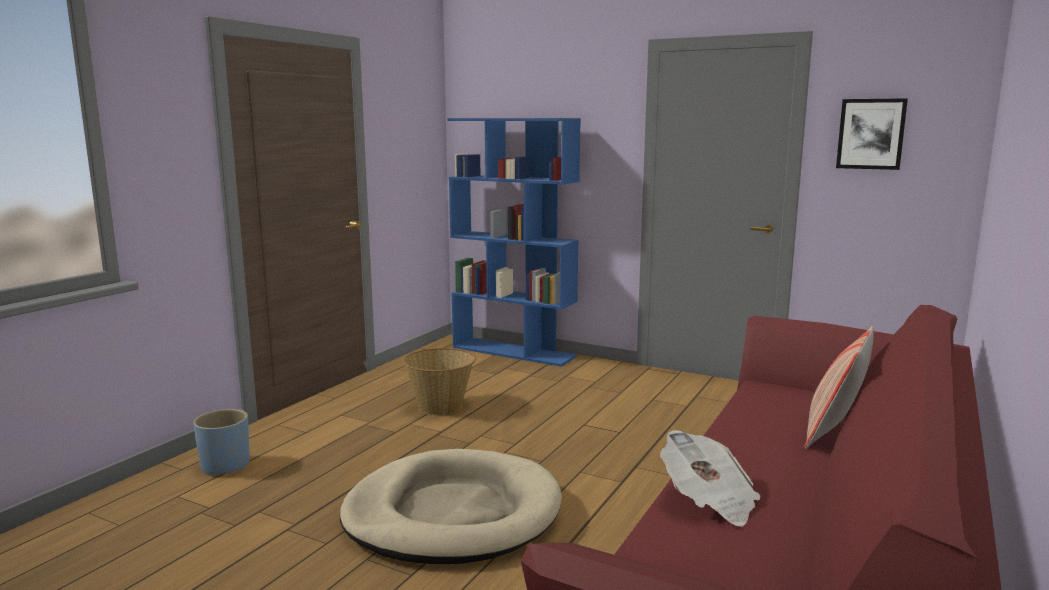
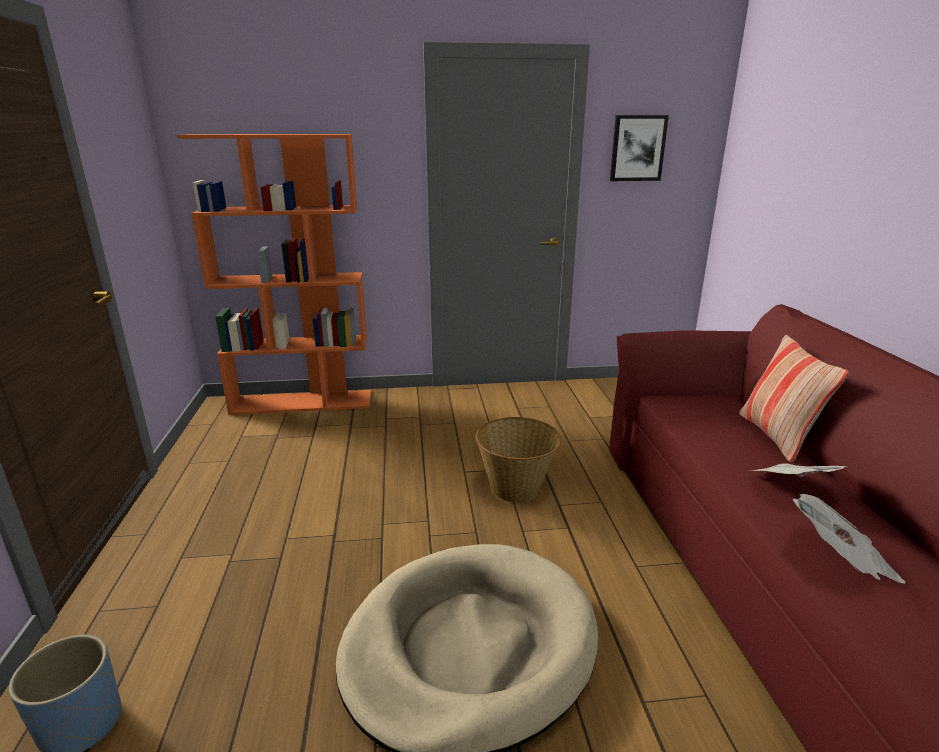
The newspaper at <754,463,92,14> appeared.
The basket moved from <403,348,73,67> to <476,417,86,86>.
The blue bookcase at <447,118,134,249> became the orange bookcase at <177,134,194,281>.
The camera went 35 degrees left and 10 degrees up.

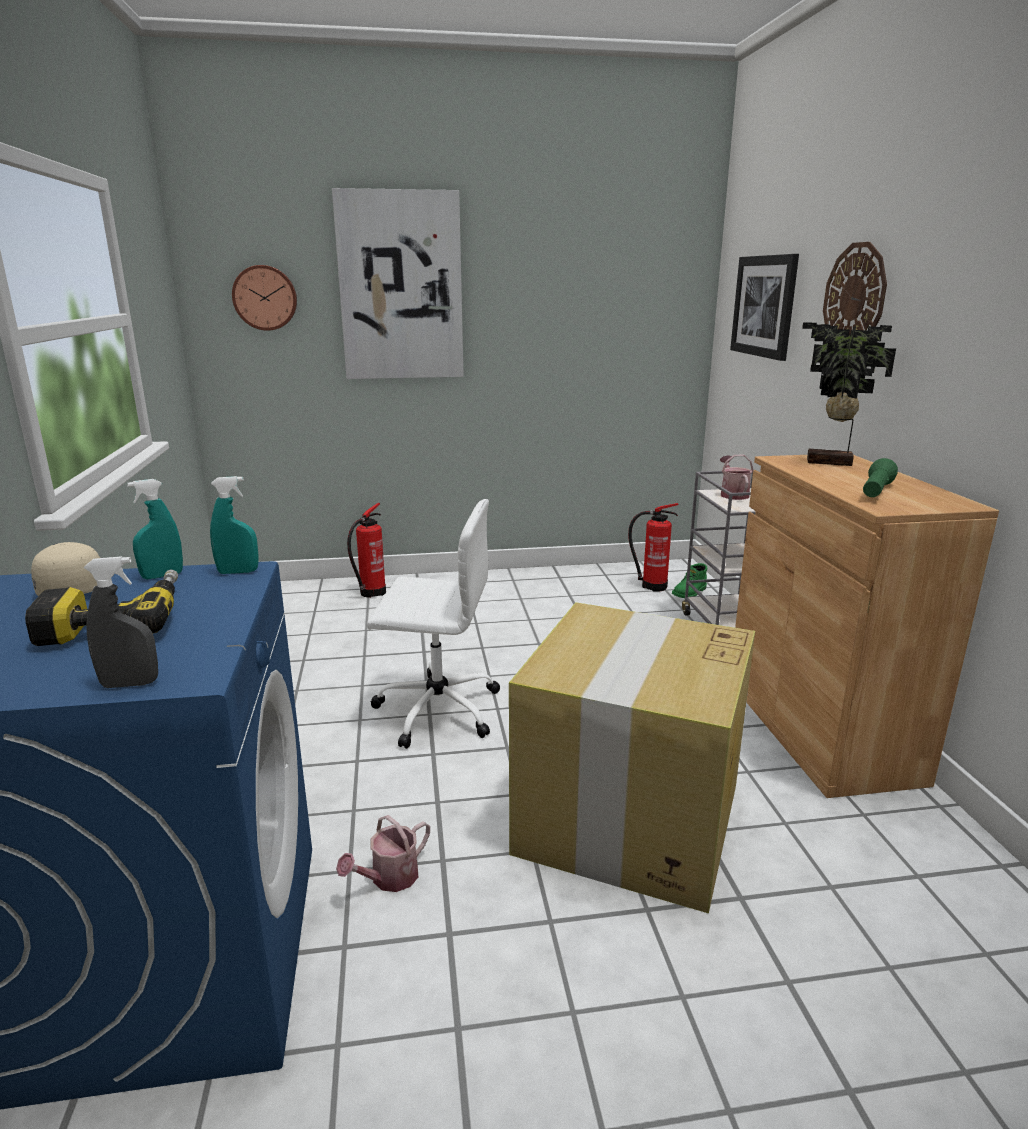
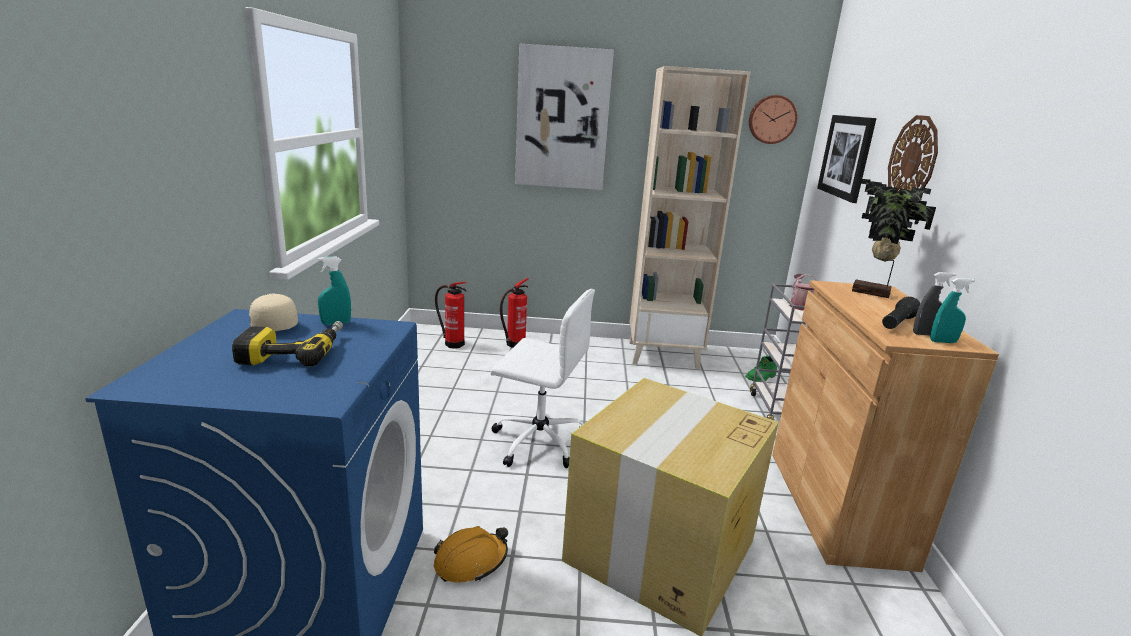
The beige bookcase at <629,66,121,303> appeared.
The grey spray bottle moved from <84,556,74,132> to <913,272,43,63>.
The turquoise spray bottle moved from <210,476,49,98> to <930,278,45,65>.
The wall clock moved from <232,265,65,66> to <749,95,48,49>.
The fire extinguisher moved from <628,503,51,88> to <435,282,32,67>.
The watering can at <336,815,94,77> was replaced by the orange hard hat at <434,526,74,57>.
The green flashlight at <863,458,35,39> became the black flashlight at <882,297,38,32>.
The camera went 10 degrees right and 0 degrees up.

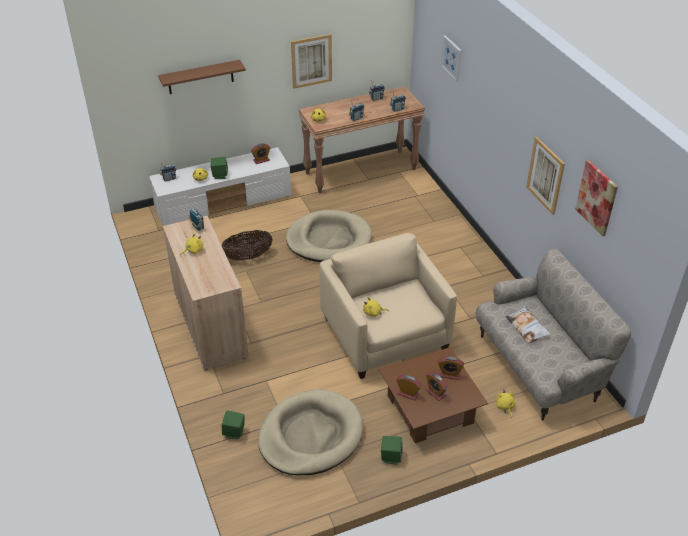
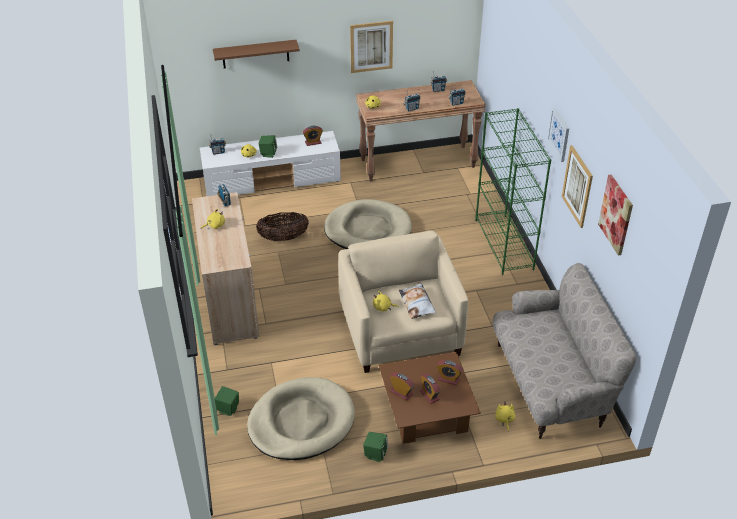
The green bookcase at <475,108,76,167> appeared.
The picture moved from <441,35,21,47> to <547,107,22,55>.
The pillow moved from <505,307,45,37> to <399,283,37,36>.
The camera went 10 degrees right and 0 degrees up.

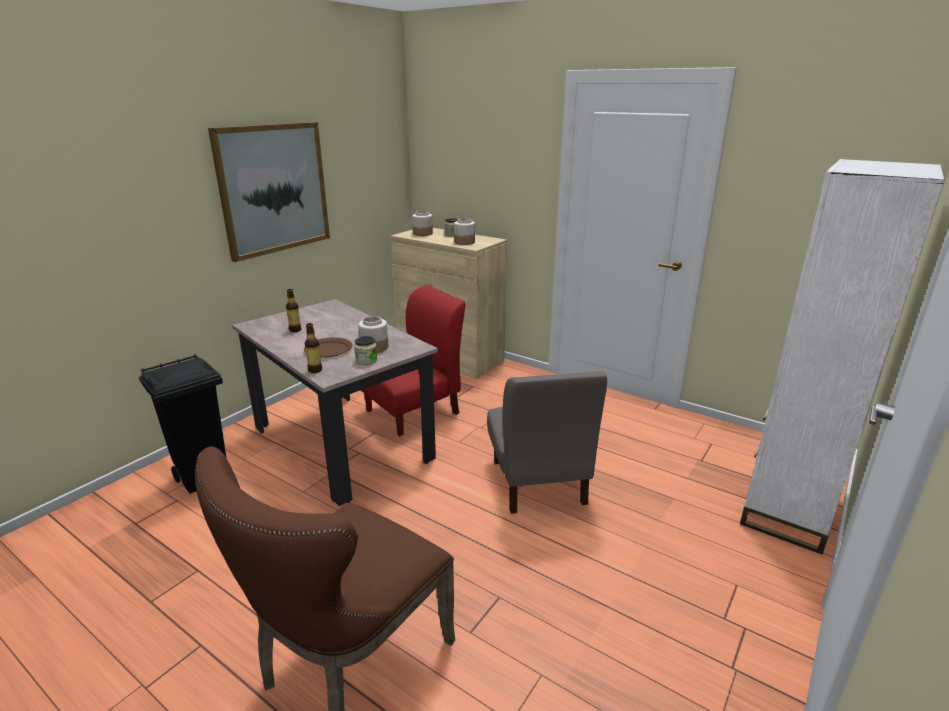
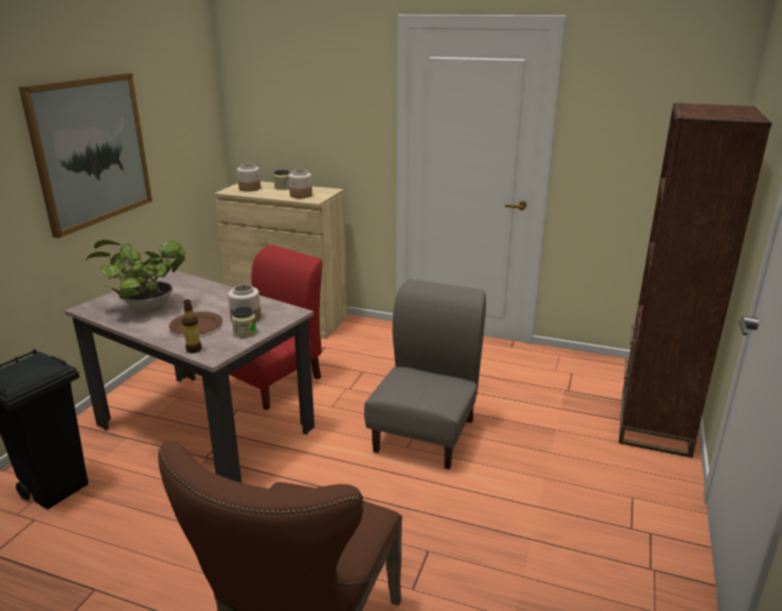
The bottle at <286,289,15,43> was replaced by the potted plant at <86,240,99,73>.
The white bookcase at <740,159,205,395> became the brown bookcase at <619,103,153,355>.
The grey chair at <487,371,120,143> turned 135 degrees counterclockwise.
The camera went 15 degrees left and 0 degrees up.

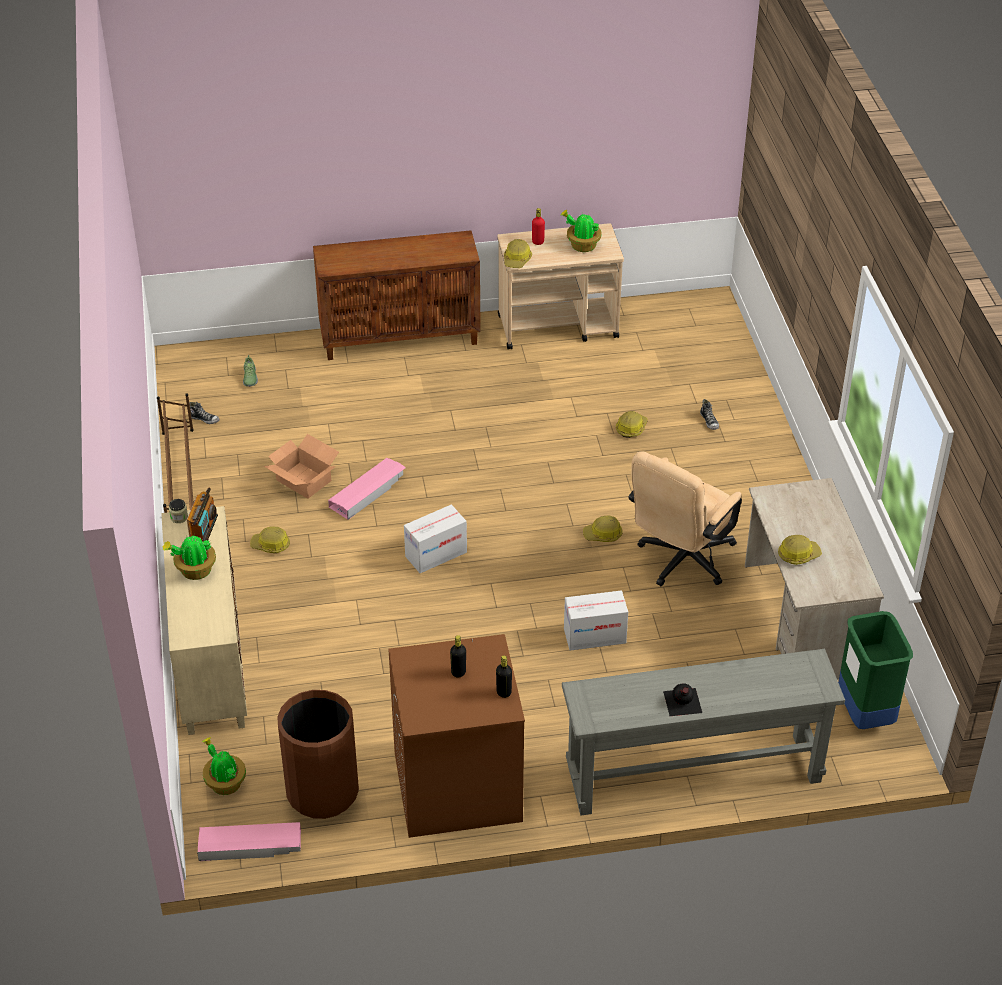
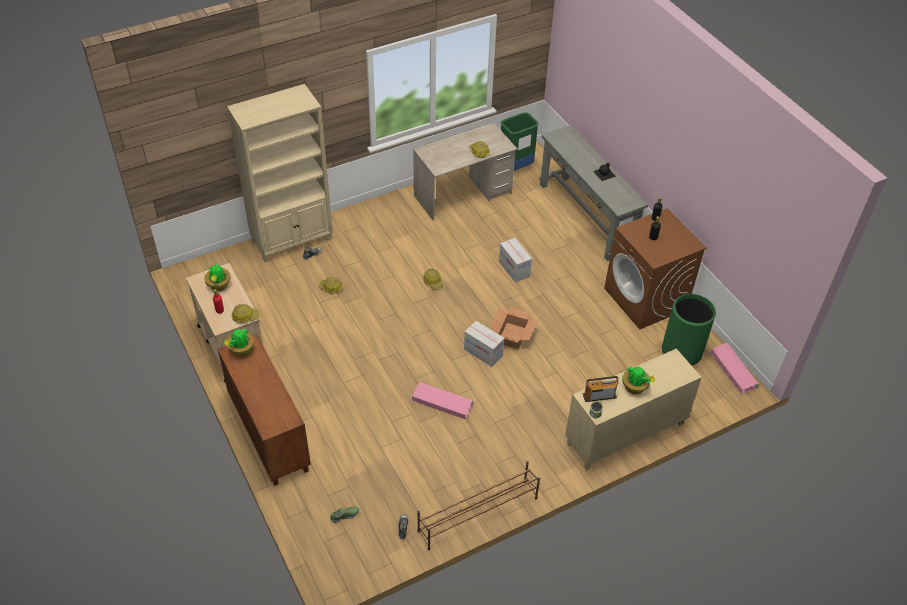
The hard hat at <250,527,40,26> disappeared.
The beige office chair at <628,451,114,135> disappeared.
The beige bookcase at <227,84,106,178> appeared.
The potted plant moved from <202,737,44,58> to <224,328,30,29>.
The cardboard box moved from <264,434,75,65> to <490,307,48,42>.
The brown trash can at <277,690,82,129> became the green trash can at <662,294,54,72>.
The camera went 110 degrees left and 5 degrees up.

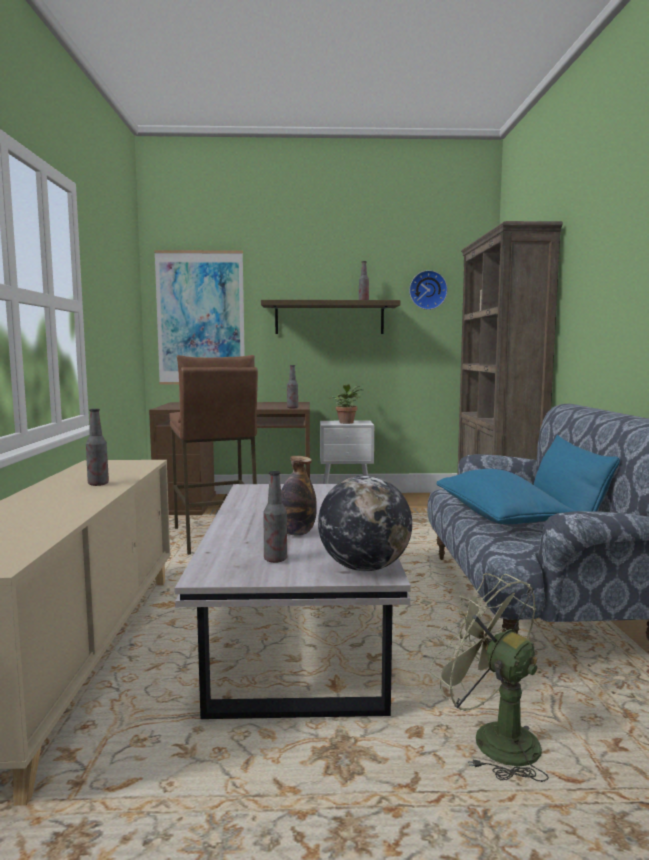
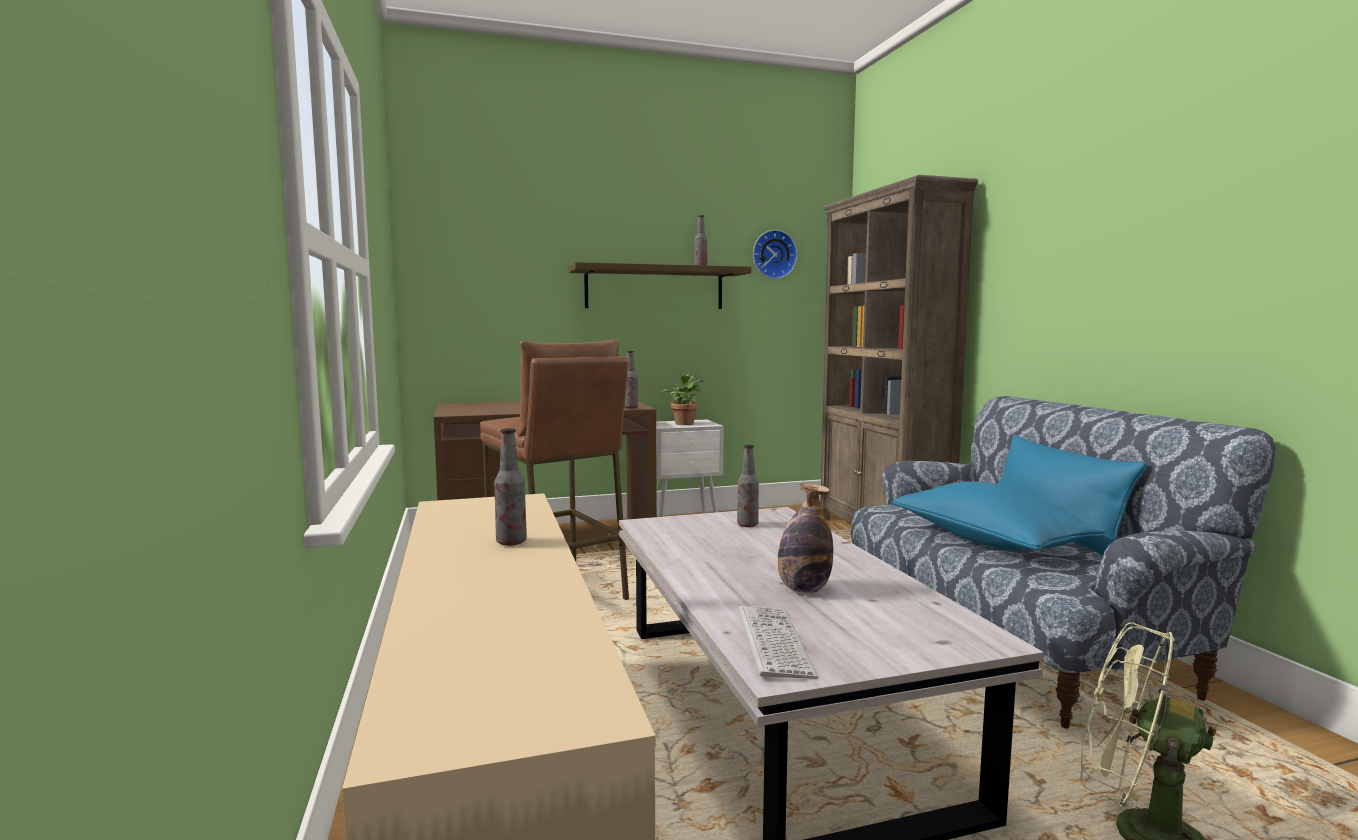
The picture at <154,250,91,135> disappeared.
The globe at <318,475,94,96> disappeared.
The keyboard at <738,605,80,74> appeared.
The bottle moved from <263,471,24,92> to <737,444,22,83>.
The camera went 15 degrees left and 0 degrees up.

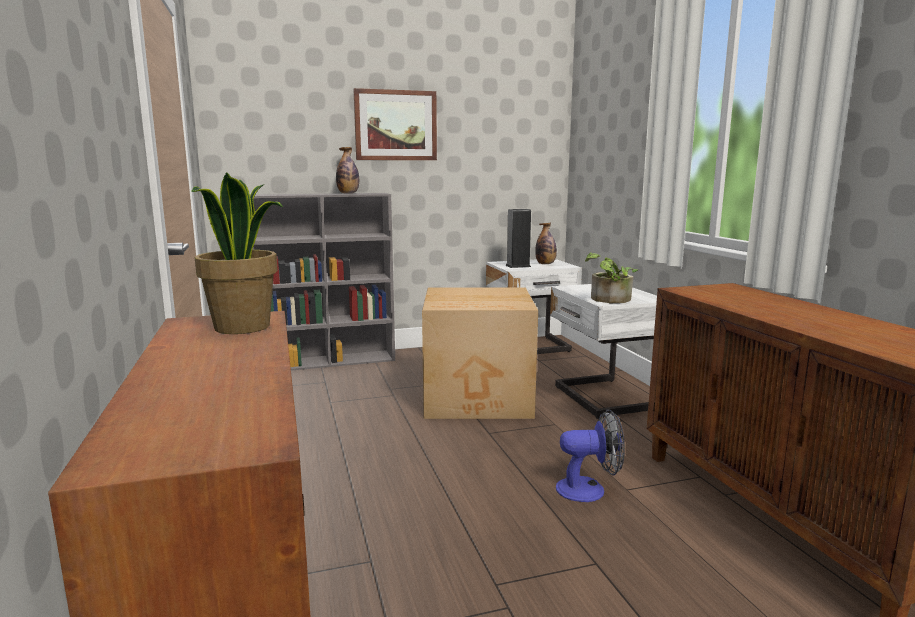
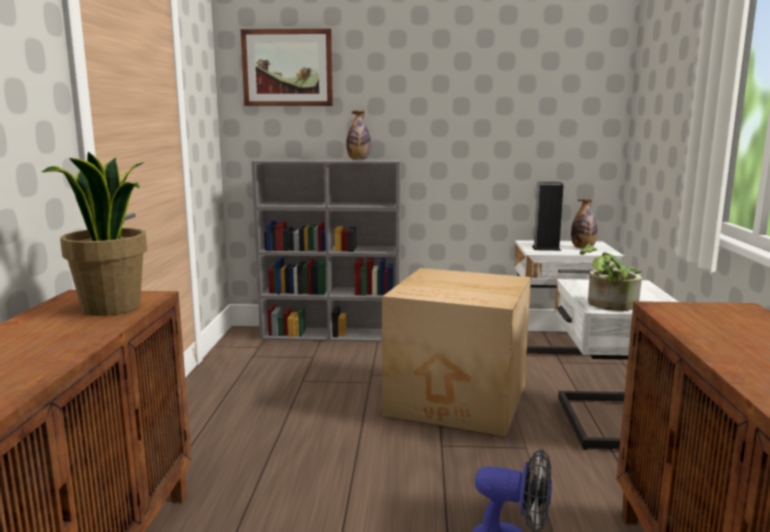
The picture moved from <353,88,84,72> to <240,29,93,77>.
The camera went 20 degrees right and 0 degrees up.

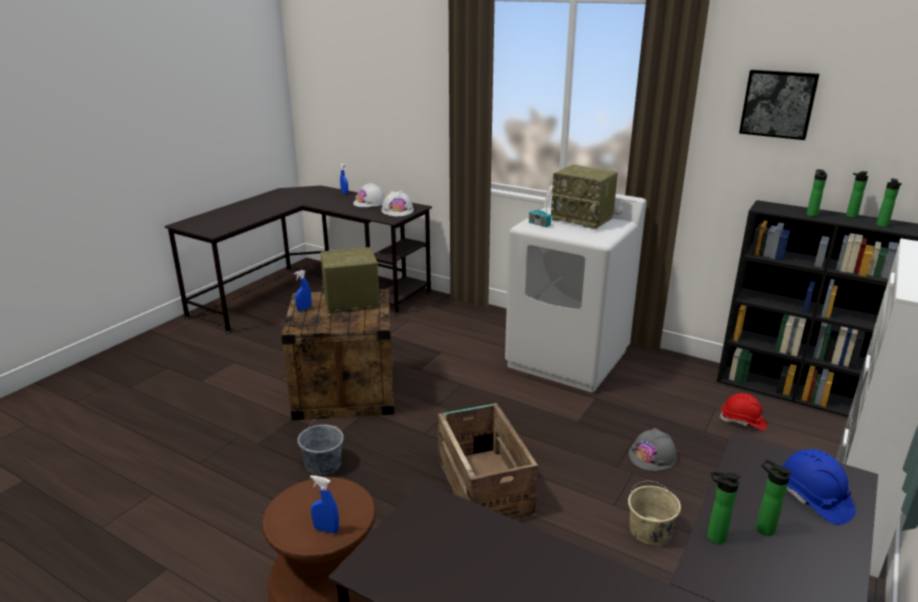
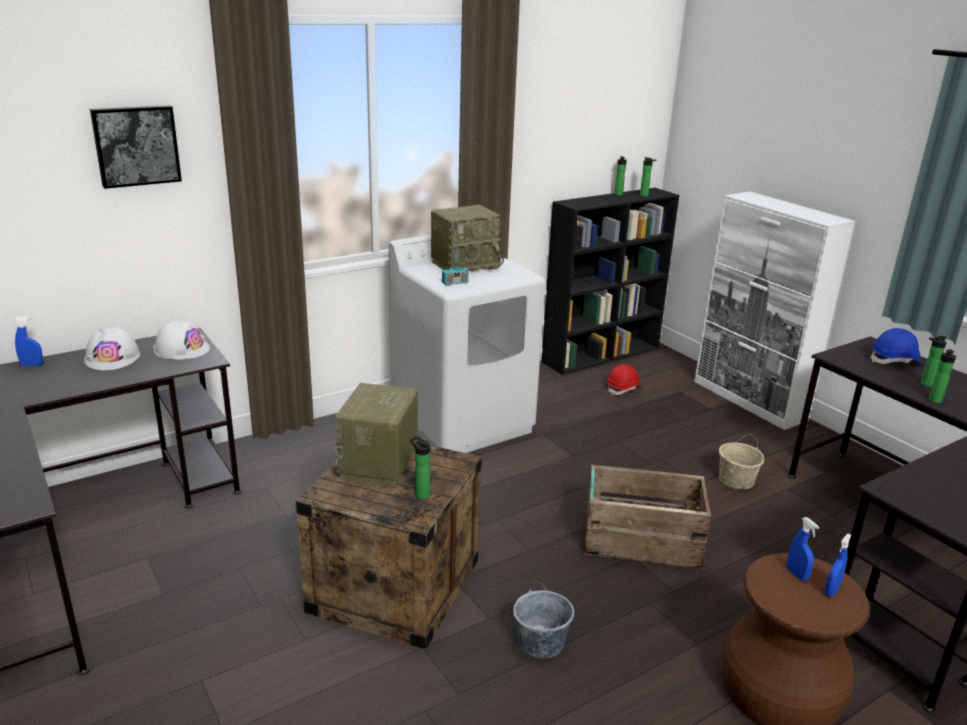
The grey hard hat at <629,428,48,43> disappeared.
The blue spray bottle moved from <294,270,18,41> to <787,517,32,64>.
The picture moved from <739,70,81,70> to <90,105,92,84>.
The bottle moved from <806,169,21,48> to <410,437,20,62>.
The camera went 65 degrees left and 0 degrees up.

